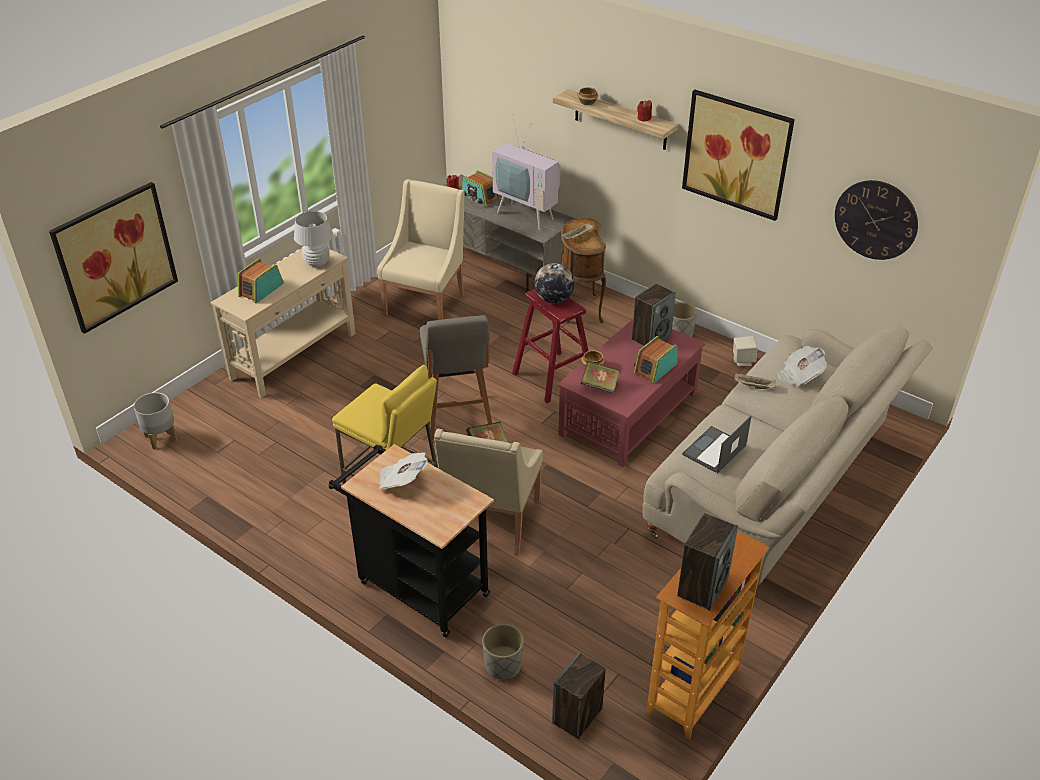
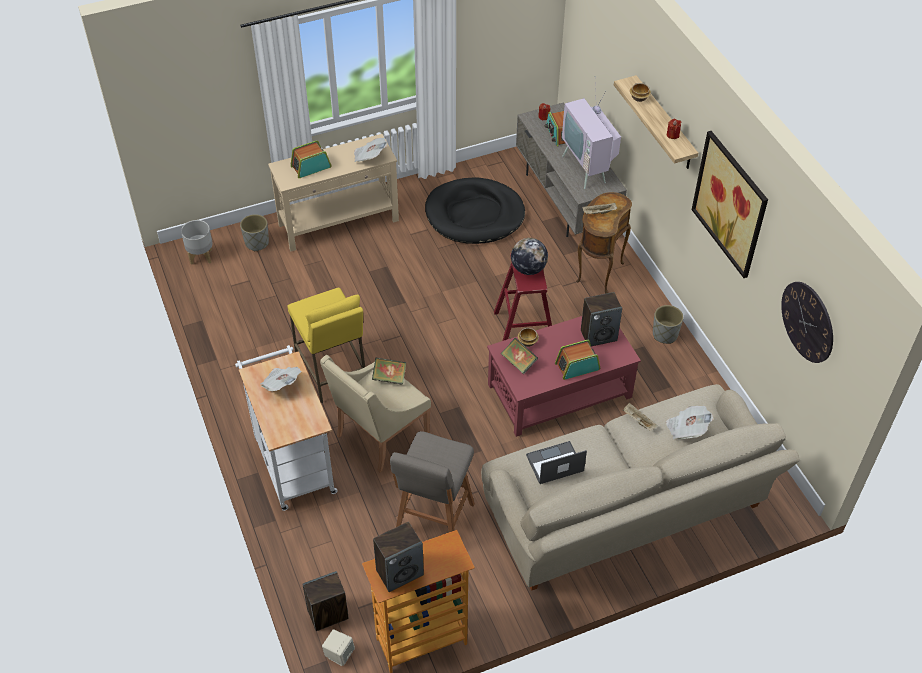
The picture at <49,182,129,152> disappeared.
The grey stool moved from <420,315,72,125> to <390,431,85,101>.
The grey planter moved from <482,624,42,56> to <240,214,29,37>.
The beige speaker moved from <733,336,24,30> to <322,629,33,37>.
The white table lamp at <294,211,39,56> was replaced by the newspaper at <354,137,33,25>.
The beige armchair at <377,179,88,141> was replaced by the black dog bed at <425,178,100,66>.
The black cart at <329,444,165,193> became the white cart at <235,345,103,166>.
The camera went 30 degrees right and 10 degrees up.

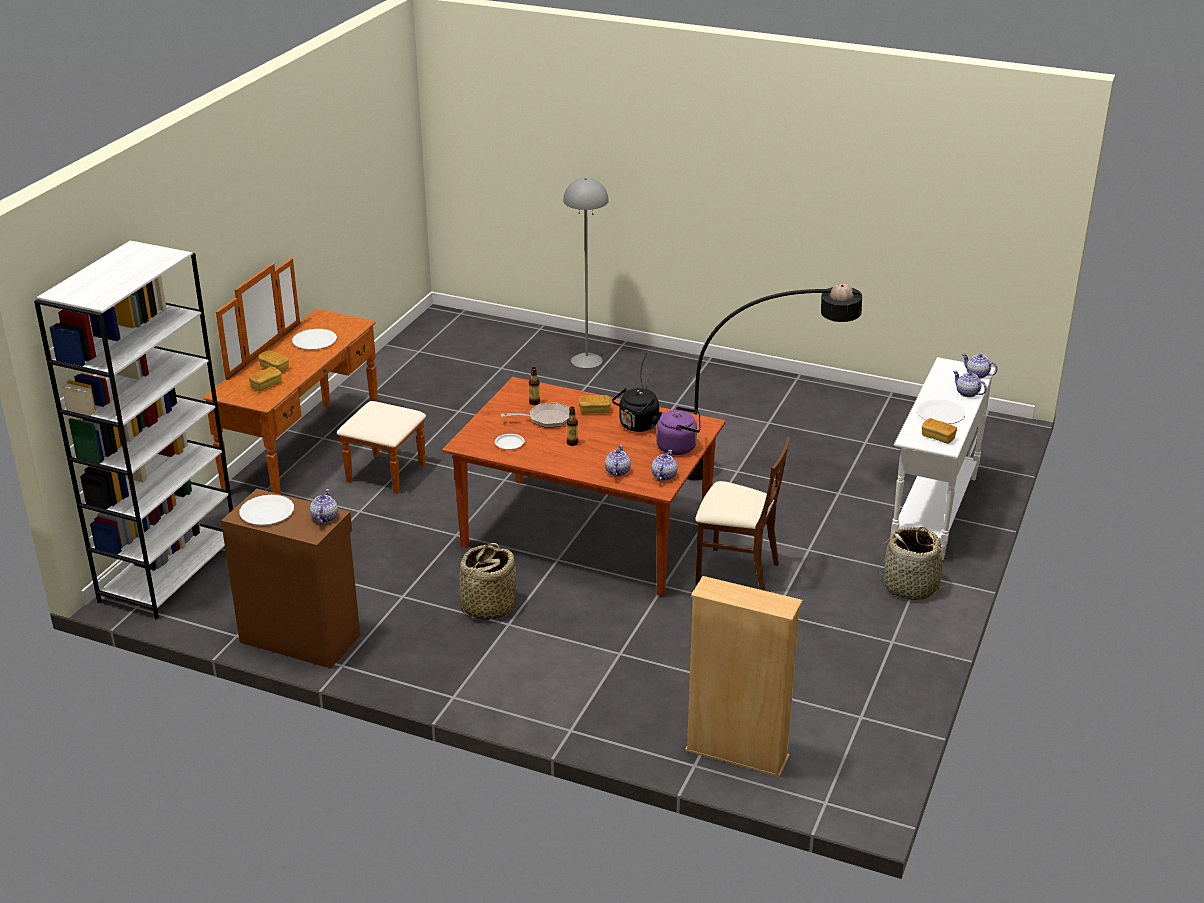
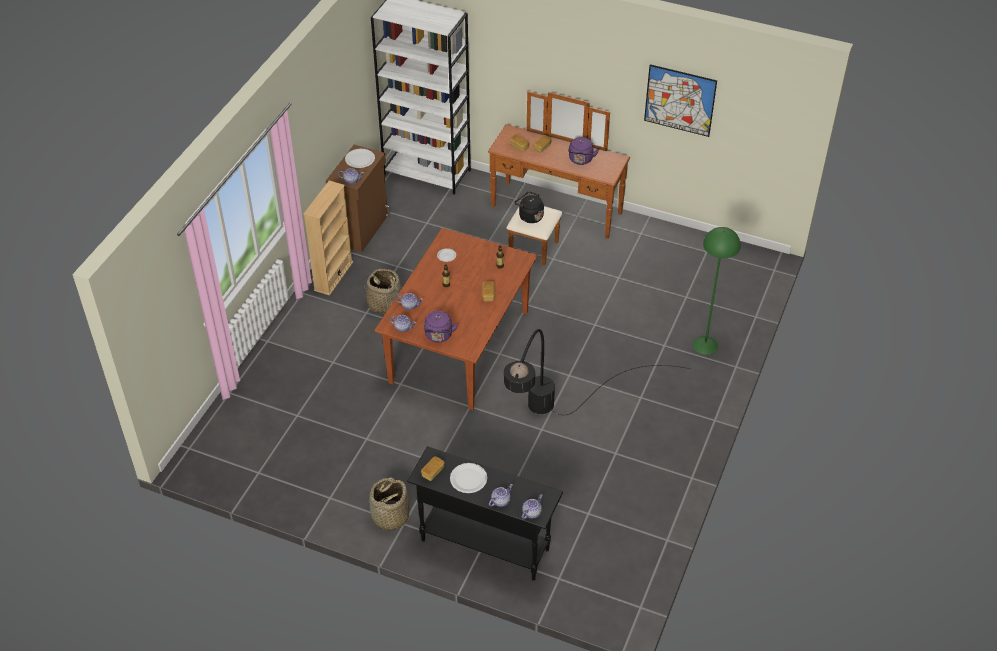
The frying pan at <501,403,69,25> disappeared.
The brown chair at <695,437,95,154> disappeared.
The picture at <644,64,73,73> appeared.
The black kettle moved from <612,388,51,44> to <514,191,30,32>.
The beige bookcase moved from <685,576,118,201> to <303,181,50,115>.
The white plate at <292,329,45,21> was replaced by the purple kettle at <568,137,31,28>.
The grey floor lamp at <563,178,46,190> became the green floor lamp at <693,227,48,128>.
The white console table at <891,357,105,203> became the black console table at <407,446,156,135>.
The camera went 90 degrees right and 15 degrees up.

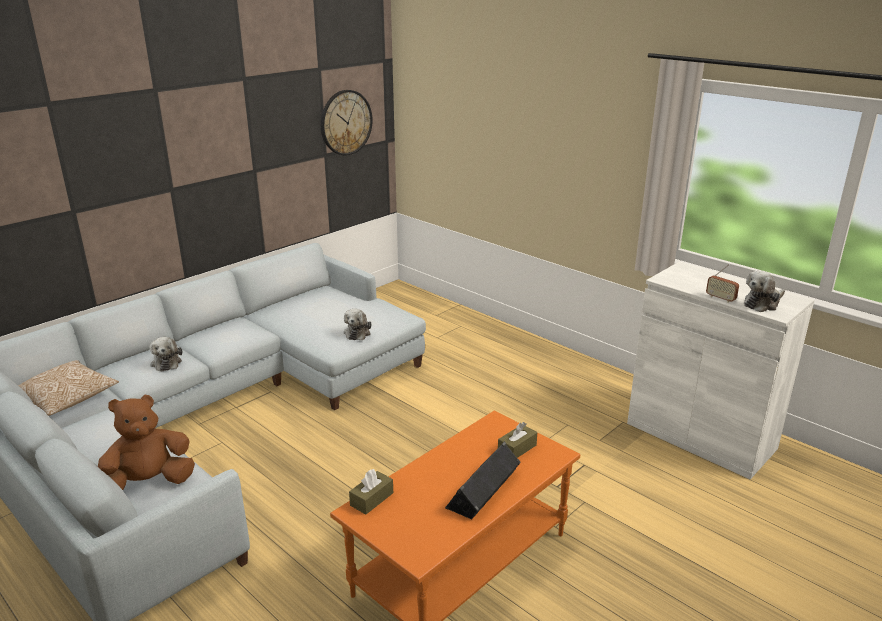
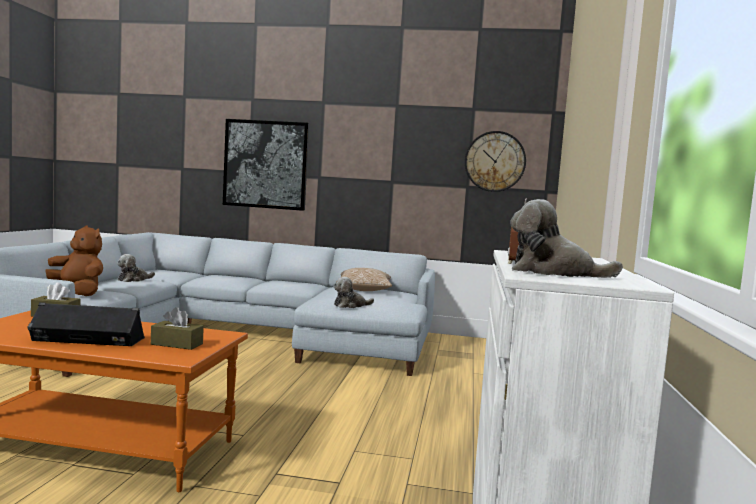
The picture at <223,119,86,92> appeared.
The pillow moved from <18,360,101,56> to <336,268,56,23>.
The plush toy moved from <150,337,32,34> to <117,254,38,28>.
The camera went 55 degrees right and 20 degrees down.

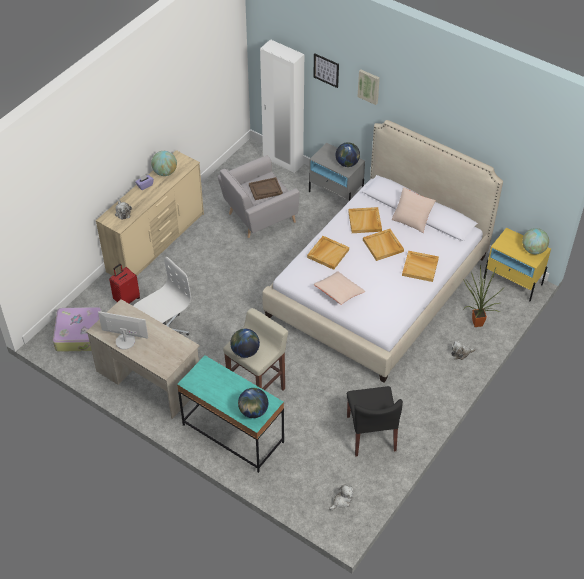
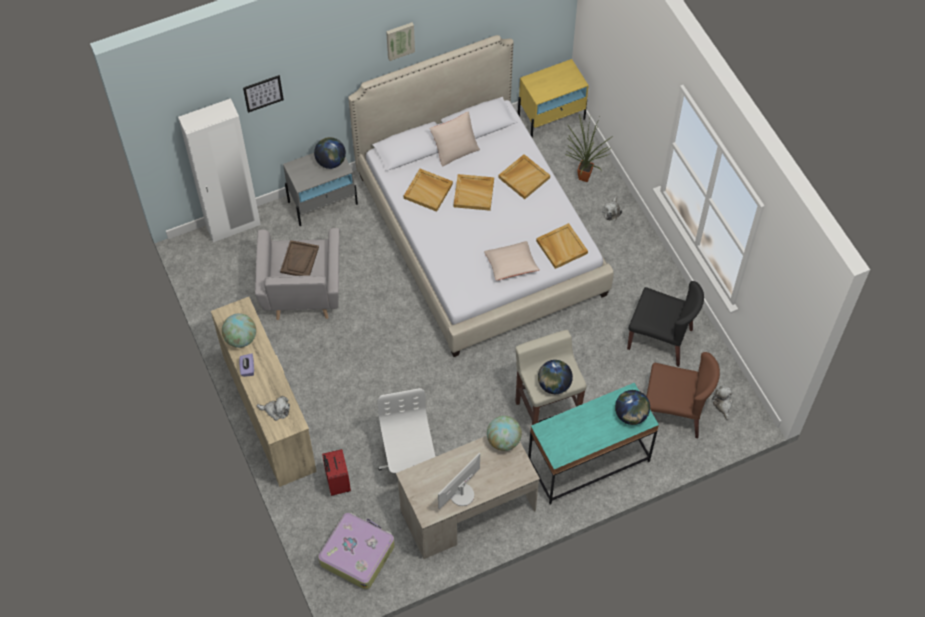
The brown chair at <646,352,74,86> appeared.
The beige tray moved from <307,236,42,34> to <536,223,52,46>.
The picture moved from <357,70,23,35> to <386,22,29,39>.
The globe moved from <522,228,27,26> to <487,416,35,35>.
The camera went 60 degrees left and 10 degrees up.

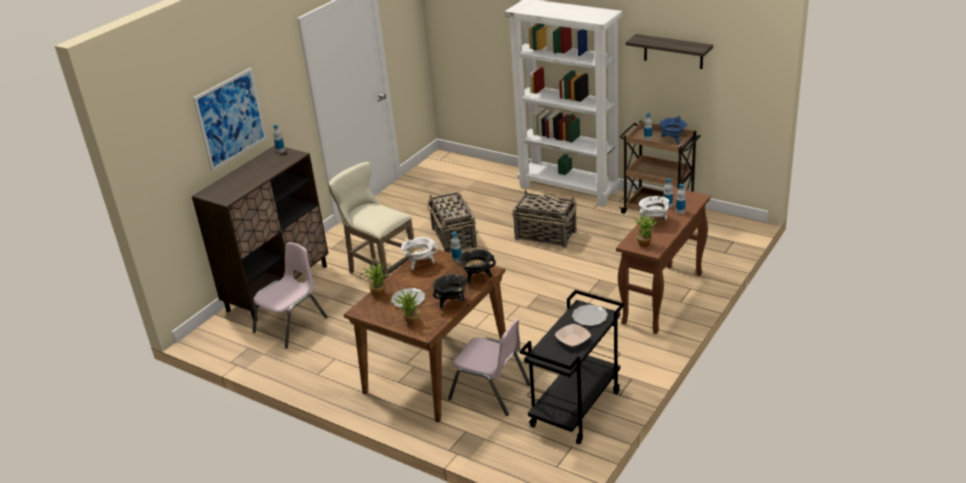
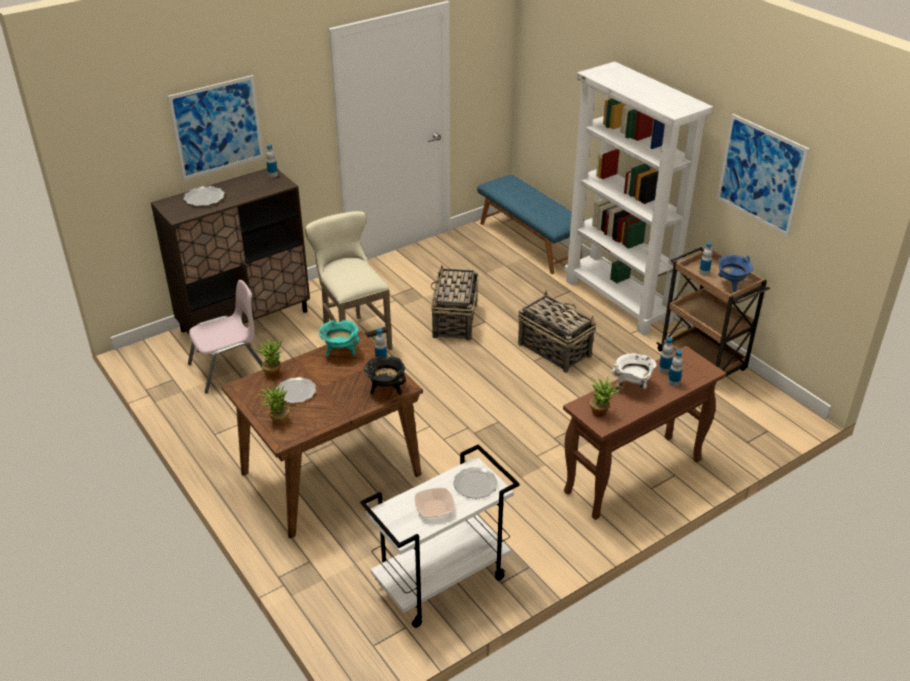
The black cooking pot at <433,274,34,35> disappeared.
The pink chair at <448,319,82,97> disappeared.
The plate at <184,186,41,20> appeared.
The blue bench at <477,175,108,99> appeared.
The shelf at <626,34,87,35> was replaced by the picture at <717,114,92,123>.
The white cooking pot at <401,237,37,33> became the turquoise cooking pot at <319,320,41,37>.
The black cart at <519,290,105,154> became the white cart at <360,444,160,184>.
The camera went 20 degrees right and 5 degrees up.

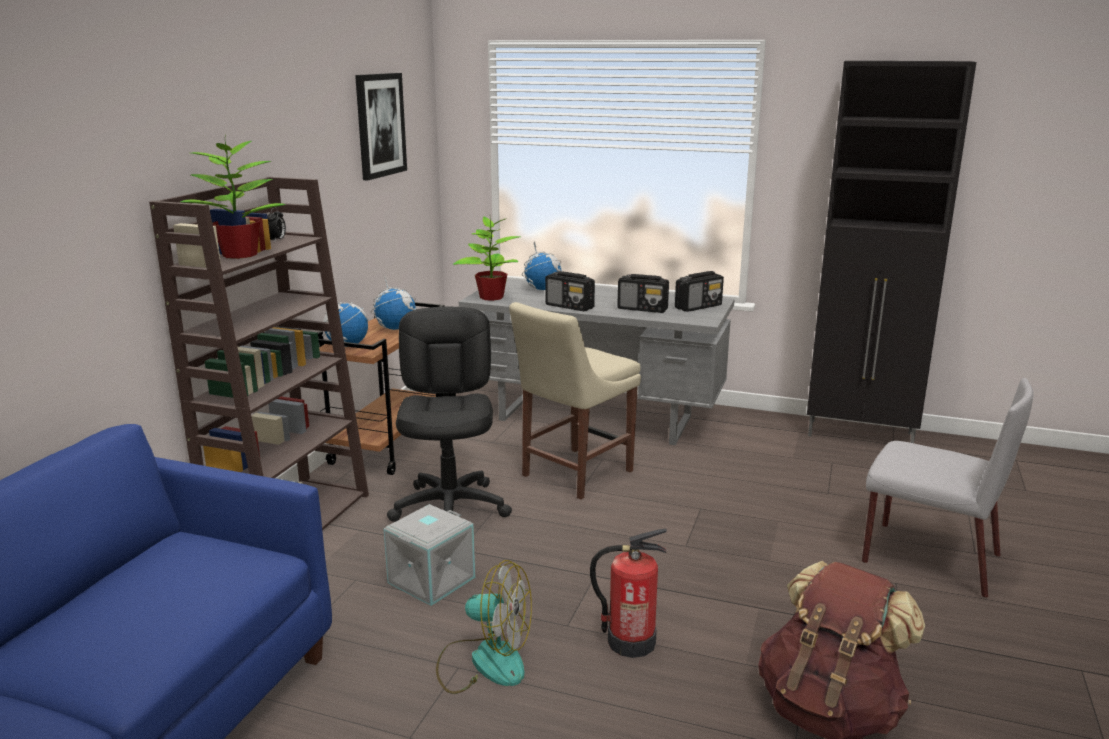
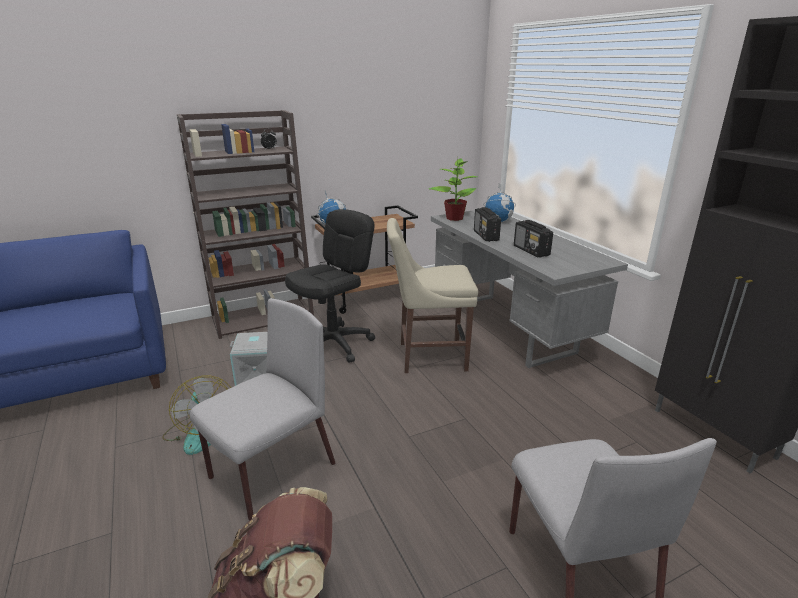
The potted plant at <180,134,106,125> disappeared.
The picture at <355,73,52,107> disappeared.
The globe at <371,276,45,54> disappeared.
The radio at <675,271,49,41> disappeared.
The fire extinguisher at <590,529,77,129> was replaced by the grey chair at <190,298,145,222>.
The camera went 45 degrees right and 5 degrees up.

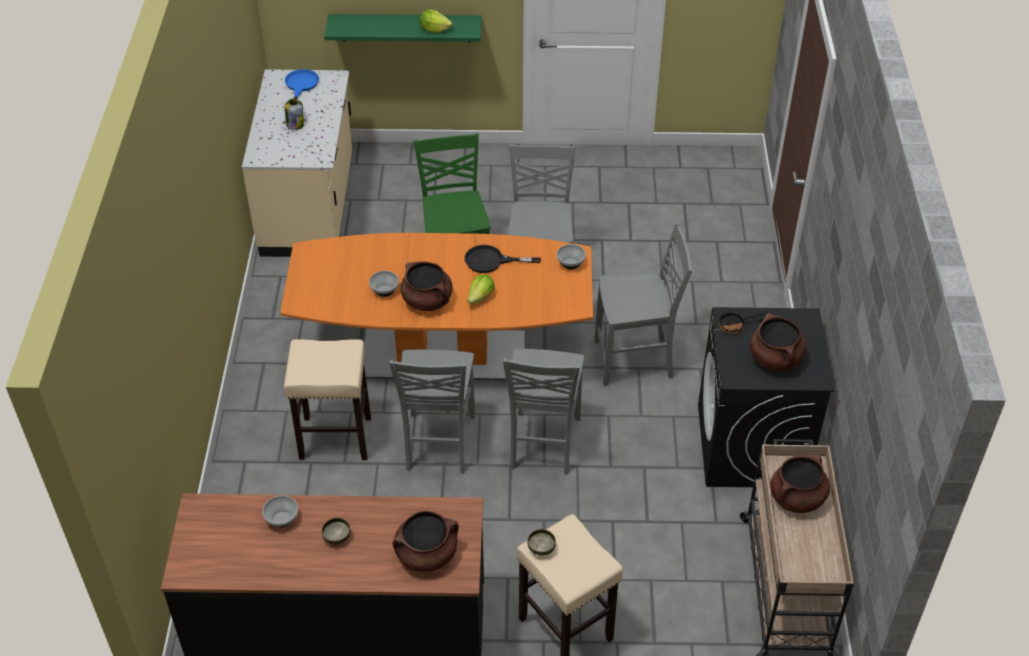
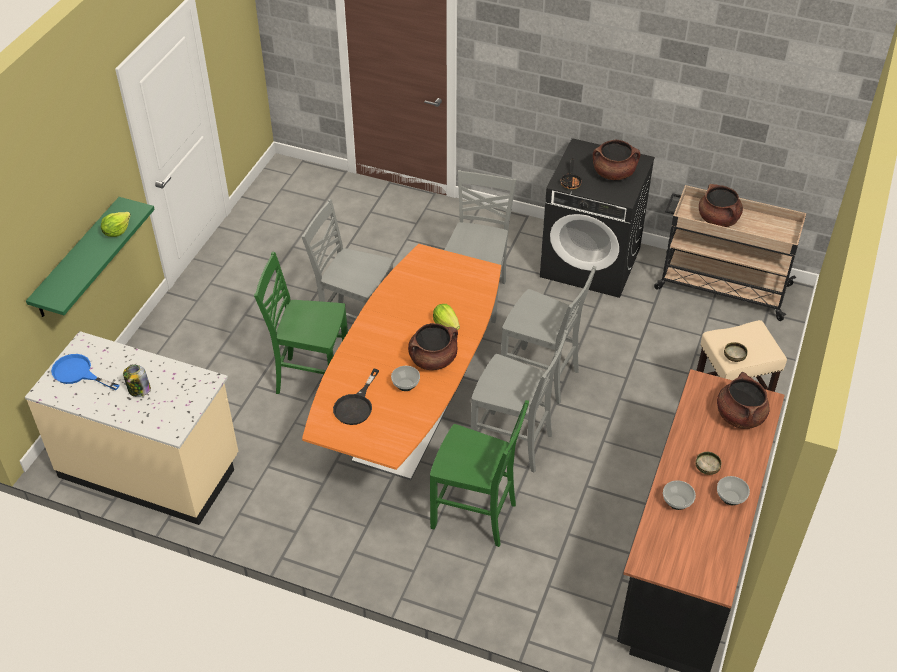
The black frying pan moved from <464,245,77,28> to <333,368,46,57>.
The bowl moved from <557,244,29,26> to <717,476,33,29>.
The beige stool at <284,339,87,121> was replaced by the green chair at <430,400,99,147>.
The camera went 70 degrees left and 0 degrees up.

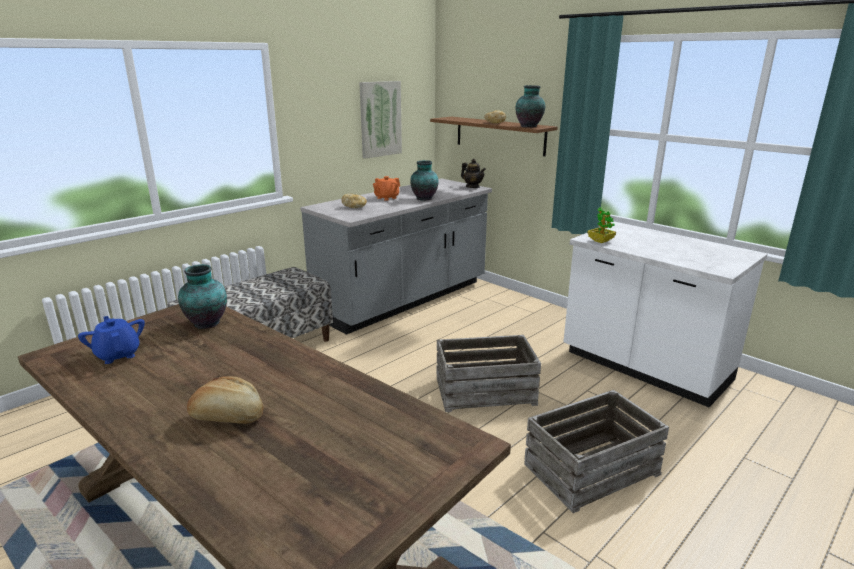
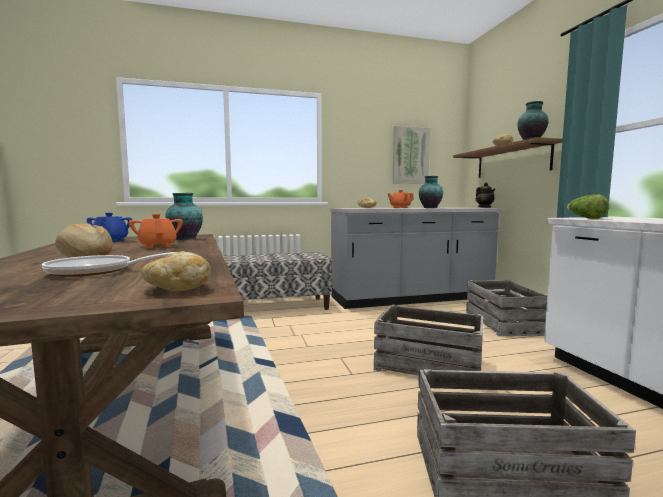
The frying pan at <42,251,143,26> appeared.
The orange teapot at <129,214,54,34> appeared.
The bread at <141,252,70,39> appeared.
The crate at <466,280,81,56> appeared.
The potted plant at <587,207,29,36> was replaced by the lettuce at <567,194,42,25>.
The camera went 30 degrees right and 15 degrees down.

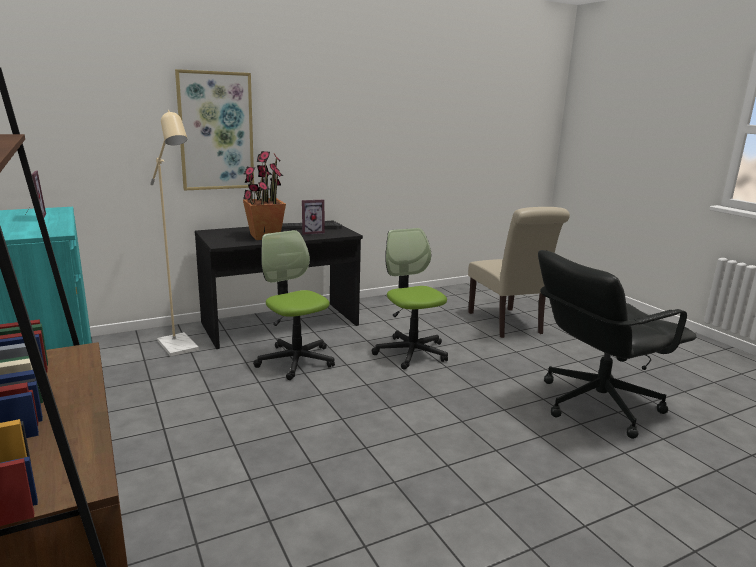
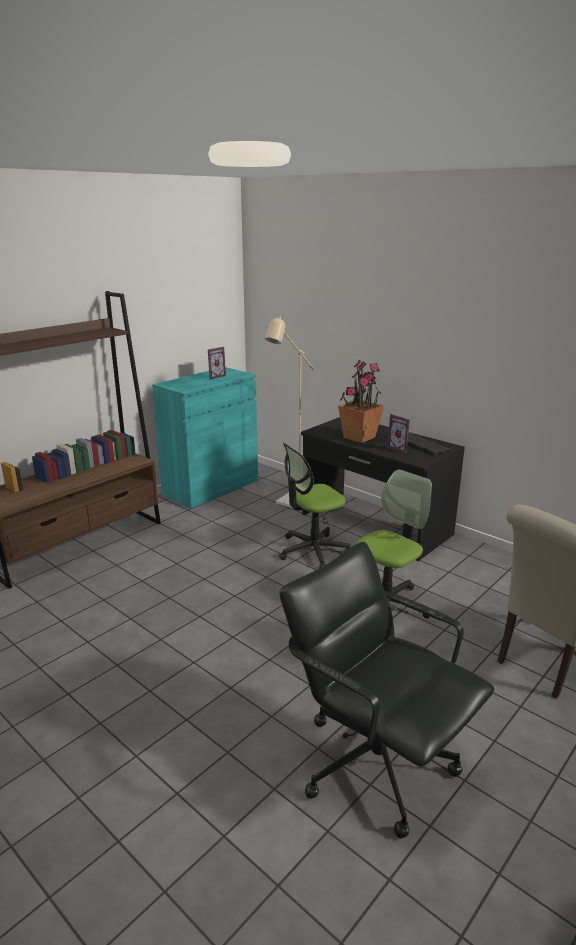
The picture at <175,69,79,122> disappeared.
The office chair at <253,230,82,150> turned 150 degrees counterclockwise.
The camera went 70 degrees right and 5 degrees up.

